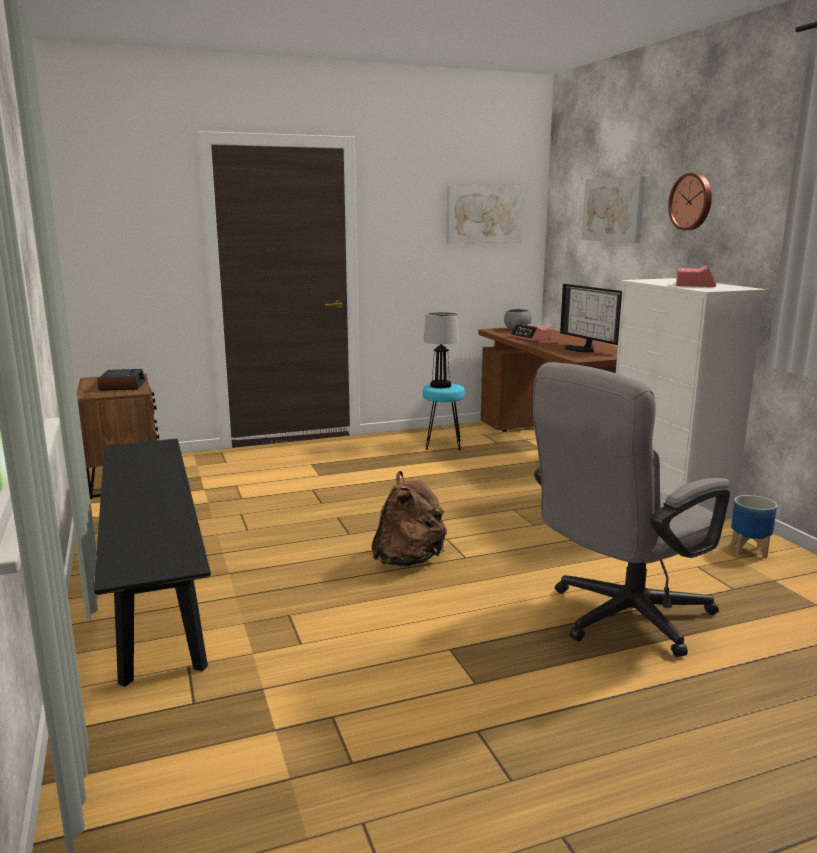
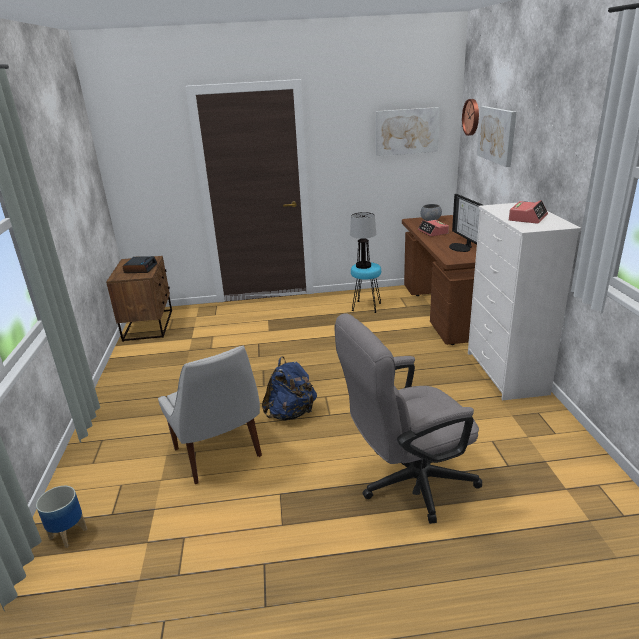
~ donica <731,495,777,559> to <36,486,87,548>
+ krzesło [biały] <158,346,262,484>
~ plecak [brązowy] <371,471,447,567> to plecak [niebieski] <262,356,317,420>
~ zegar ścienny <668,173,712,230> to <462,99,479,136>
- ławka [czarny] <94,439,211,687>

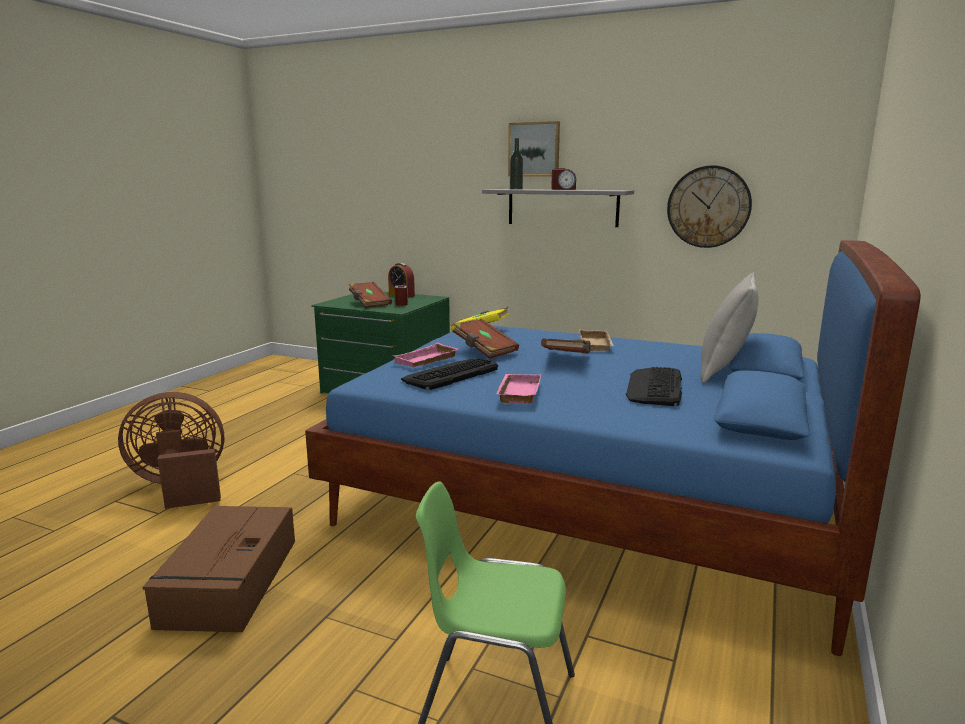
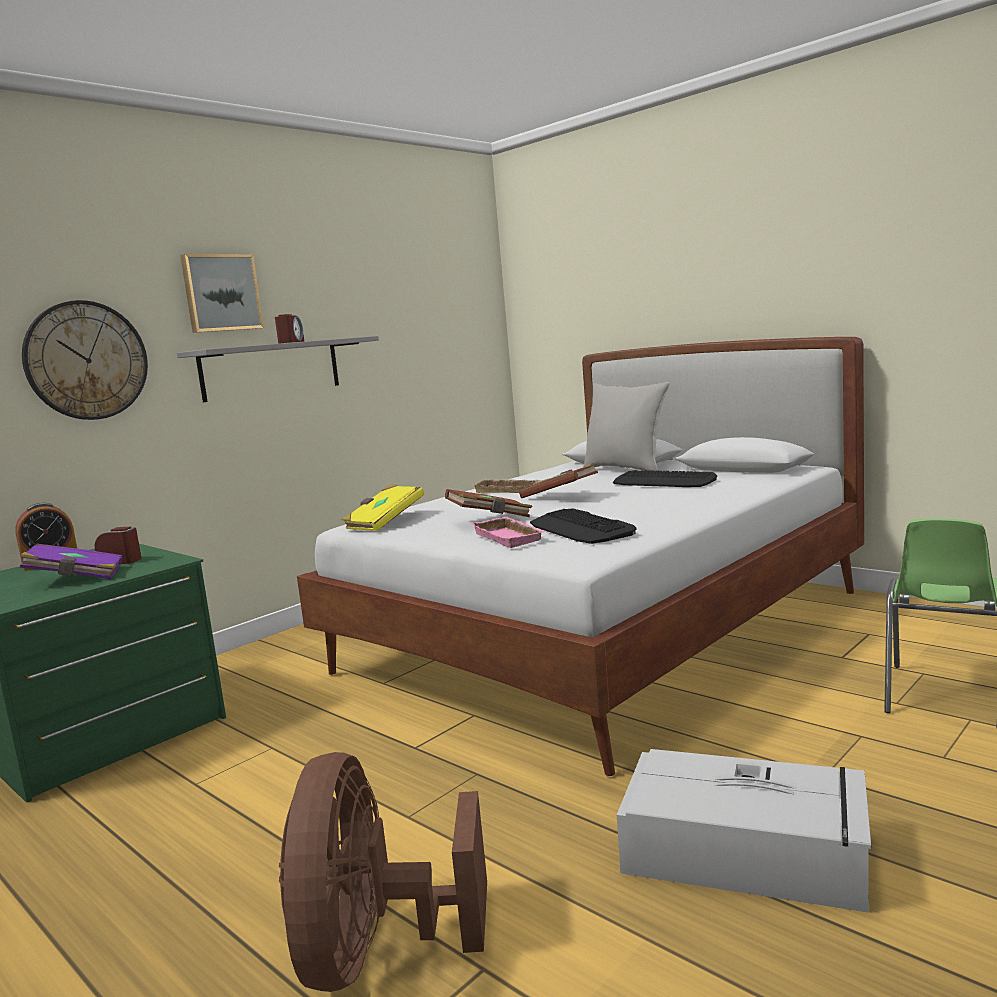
~ książka [brązowy] <349,282,392,308> to książka [fioletowy] <20,544,122,580>
~ zegar ścienny <667,165,752,248> to <22,300,148,420>
~ łóżko [niebieski] <305,240,921,656> to łóżko [biały] <297,337,864,776>
~ pojemnik do przechowywania [brązowy] <142,506,295,632> to pojemnik do przechowywania [szary] <617,749,871,913>
- taca [różowy] <496,374,541,404>
- butelka <510,138,523,190>

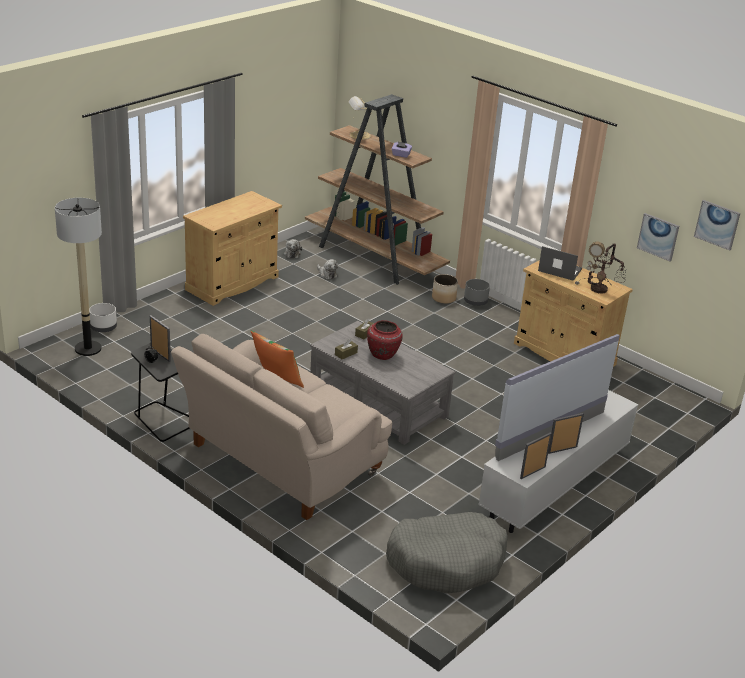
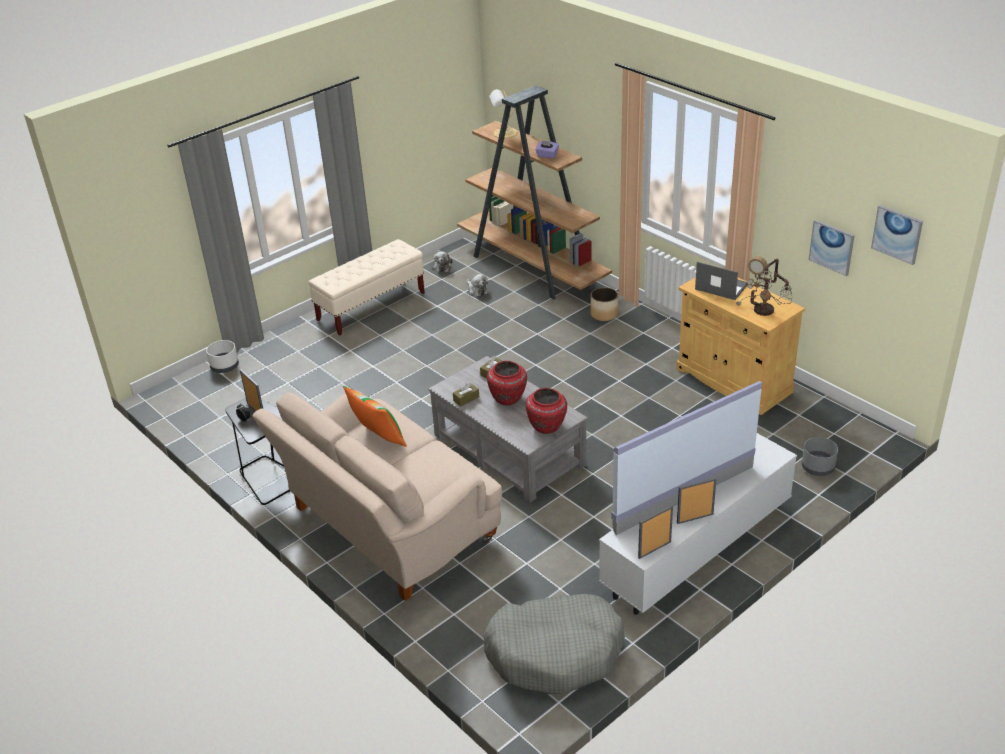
~ szafka [beżowy] <183,191,282,306> to ławka [beżowy] <309,239,425,336>
+ wazon [czerwony] <526,388,567,434>
~ donica [szary] <464,279,490,306> to <802,437,838,476>
- lampa stojąca <55,198,102,356>

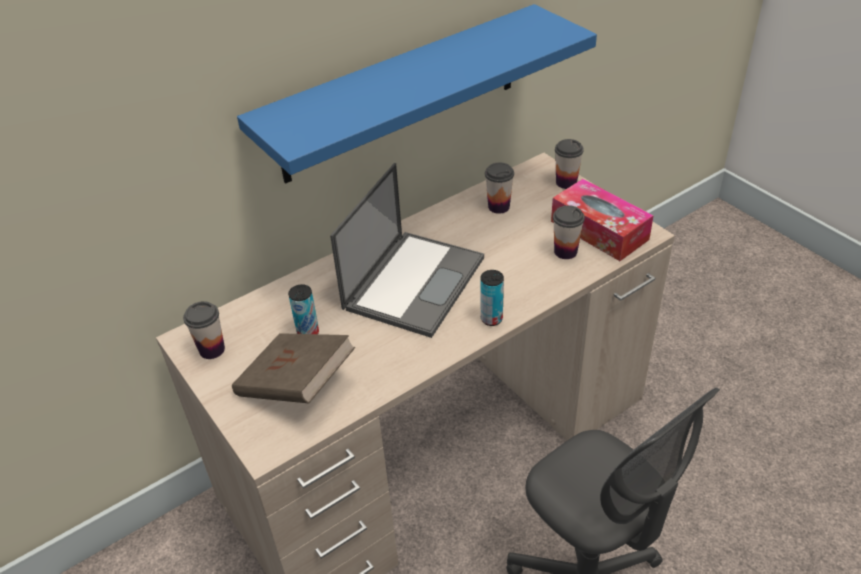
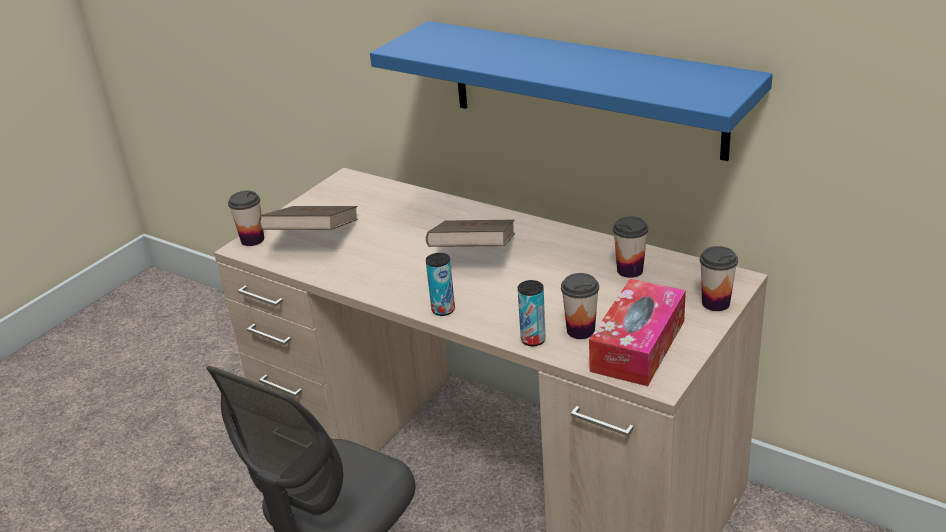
~ filiżanka <183,301,225,359> to <228,191,264,246>
~ laptop <330,163,484,338> to książka [brązowy] <426,220,515,247>
~ puszka <288,284,319,334> to <518,280,546,346>

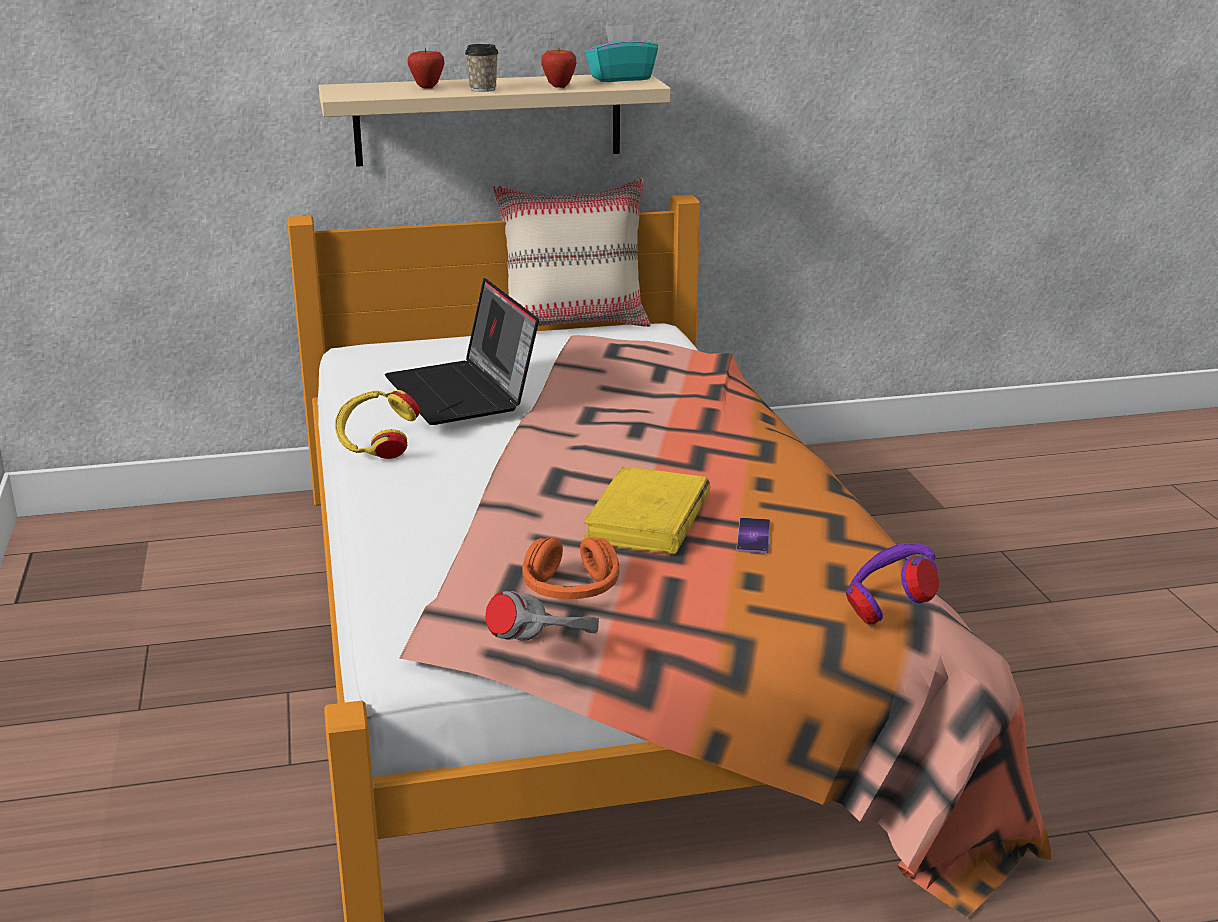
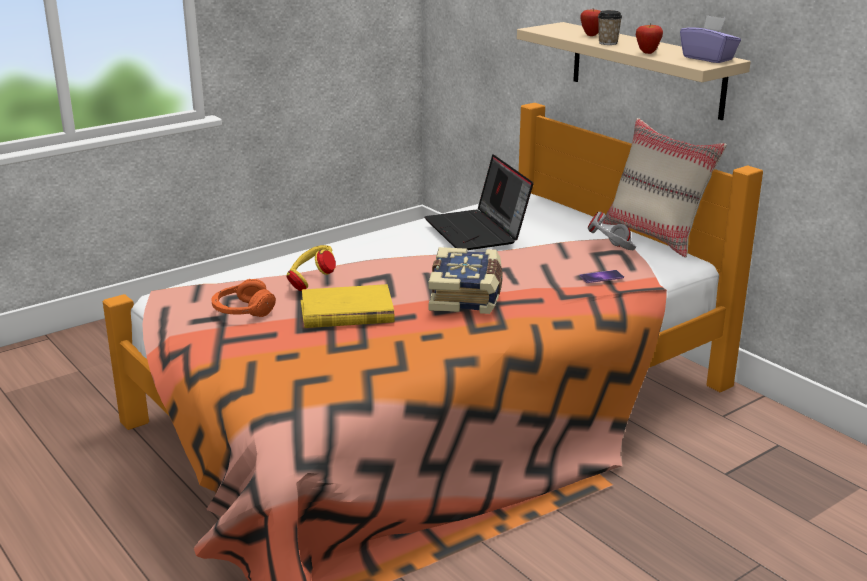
~ słuchawki [żółty] <335,390,420,459> to <286,245,336,291>
~ laptop <385,278,539,425> = <425,155,534,250> 60 degrees counterclockwise
+ książka <429,247,503,314>
~ telefon <737,518,771,553> to <579,270,624,283>
~ słuchawki [szary] <485,591,599,641> to <588,212,636,250>
~ pudełko chusteczek [turkusowy] <585,25,658,82> to pudełko chusteczek [fioletowy] <680,15,741,63>
- słuchawki [fioletowy] <846,543,939,624>

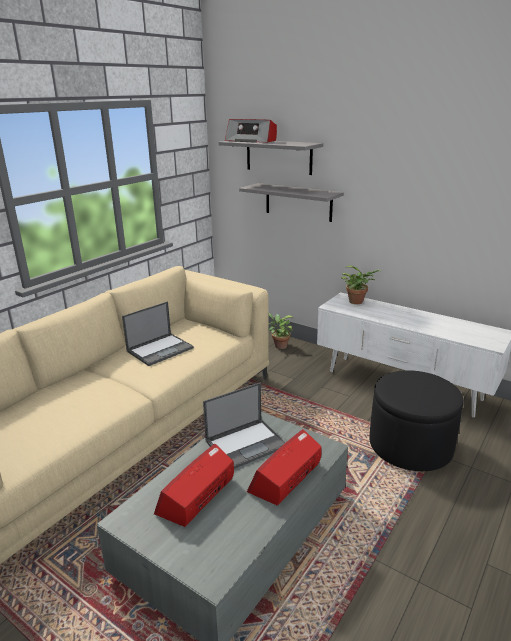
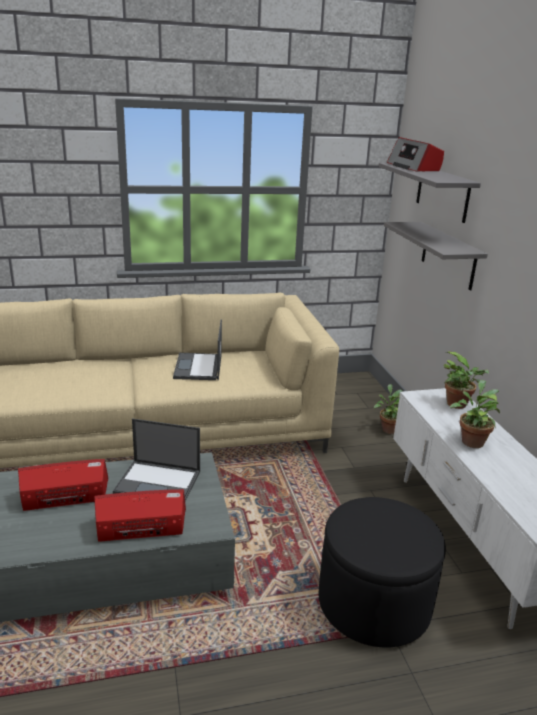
~ laptop <122,301,194,366> = <173,319,222,380> 90 degrees clockwise
+ roślina doniczkowa <450,380,500,448>

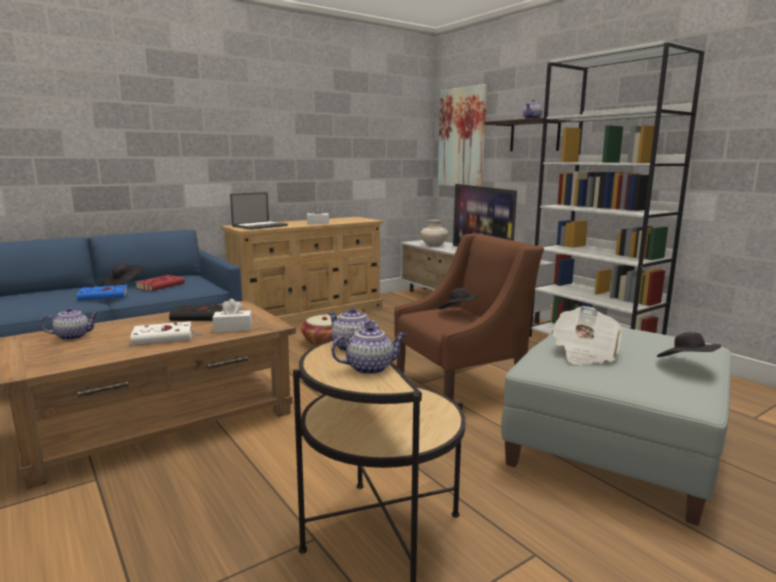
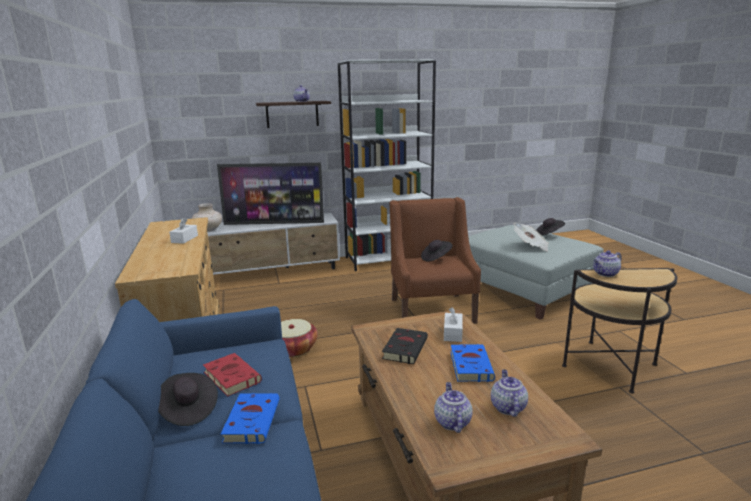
~ książka [biały] <130,321,203,345> to książka [niebieski] <451,344,495,382>
~ imbryk <331,325,407,375> to <491,369,528,417>
- laptop <230,192,288,230>
- obraz <438,84,487,187>

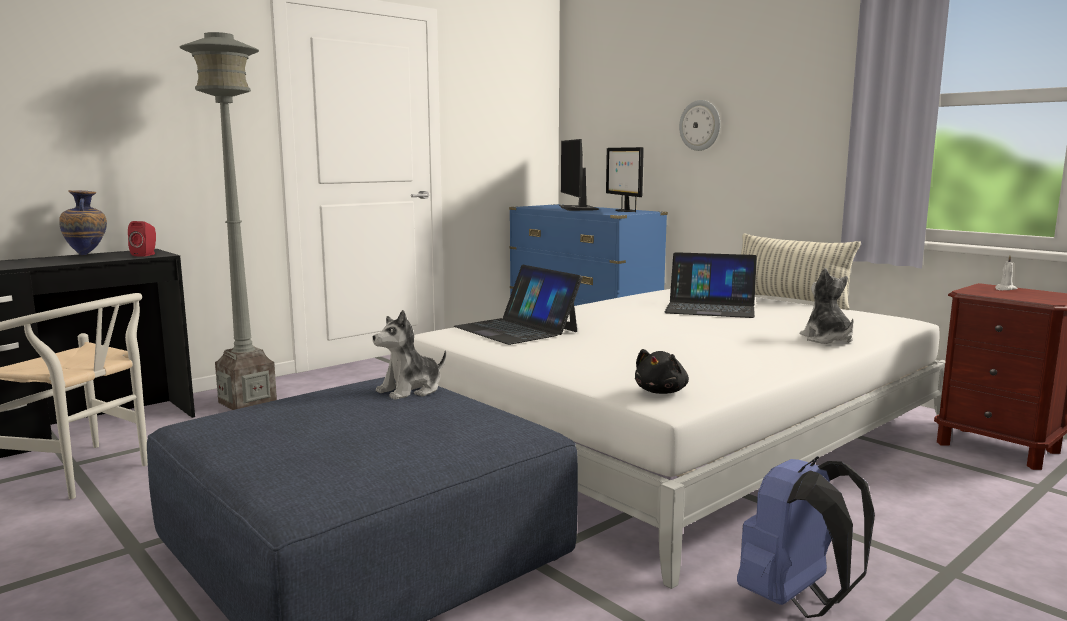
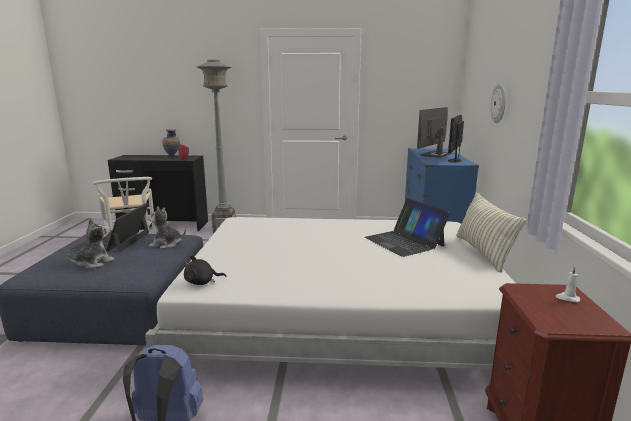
~ pluszak <800,268,853,344> to <68,218,115,269>
~ laptop <454,265,582,345> to <70,203,149,252>

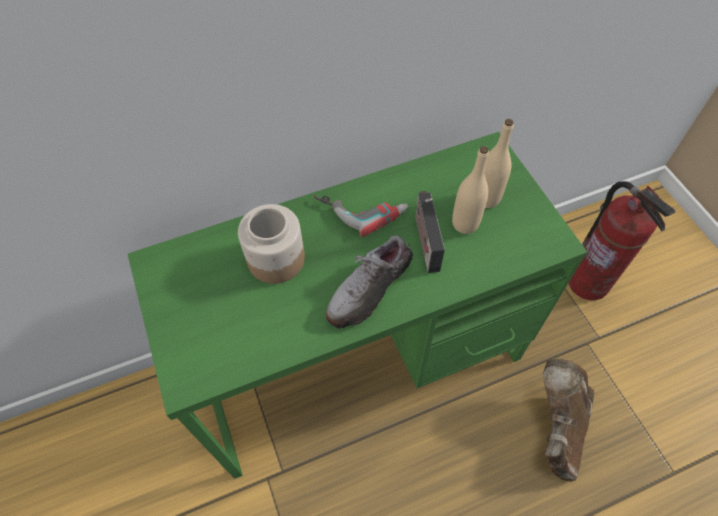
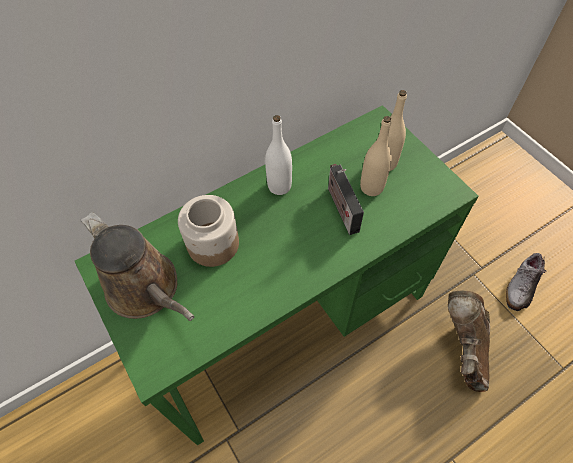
+ konewka [brązowy] <80,212,194,321>
~ wiertarka <314,195,408,237> to butelka [biały] <265,115,292,195>
~ but <326,235,413,329> to <506,253,550,311>
- gaśnica <568,181,676,300>

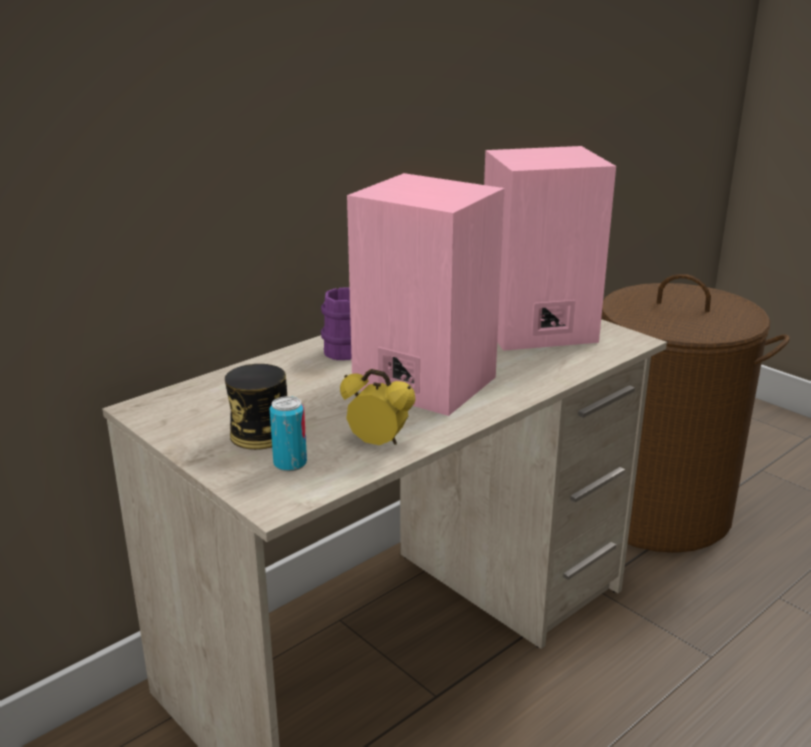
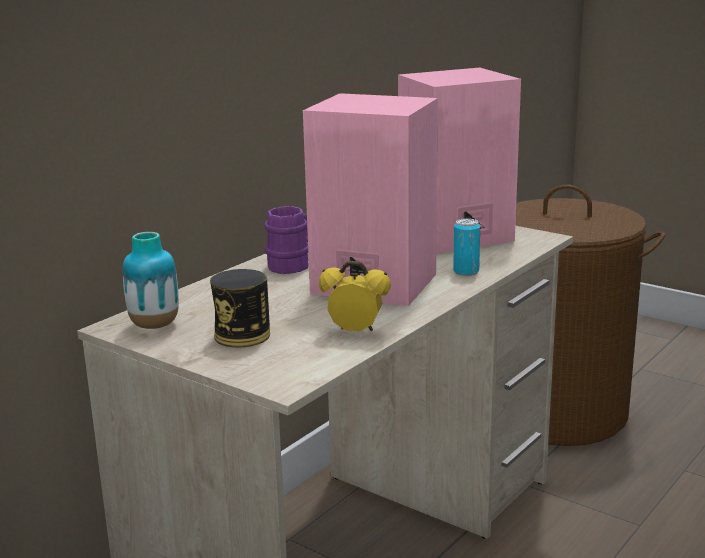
+ wazon <123,232,179,329>
~ puszka <269,396,307,472> to <453,218,480,276>

